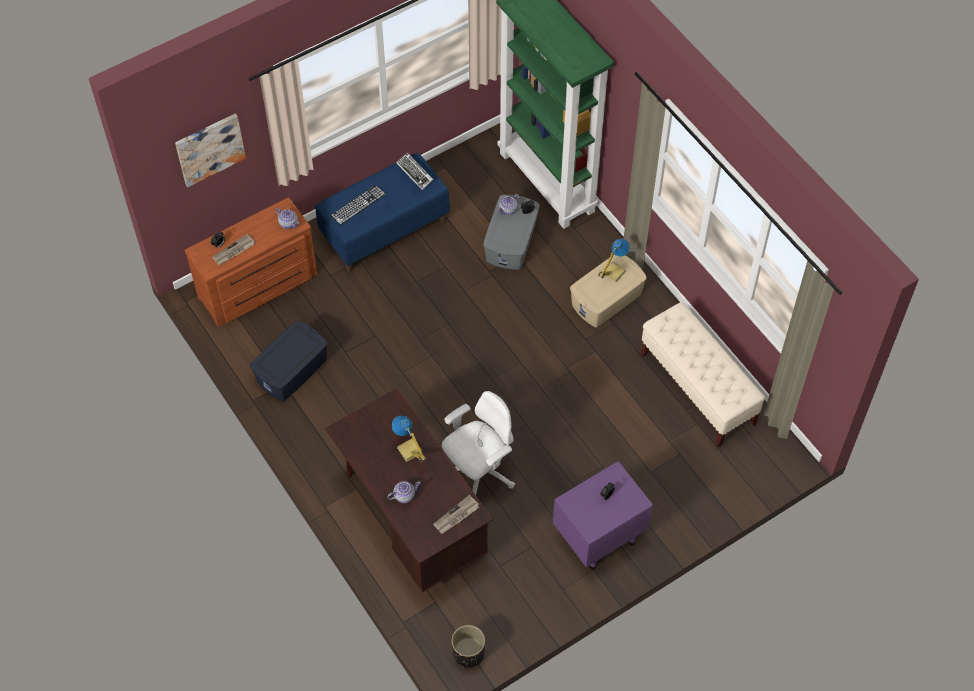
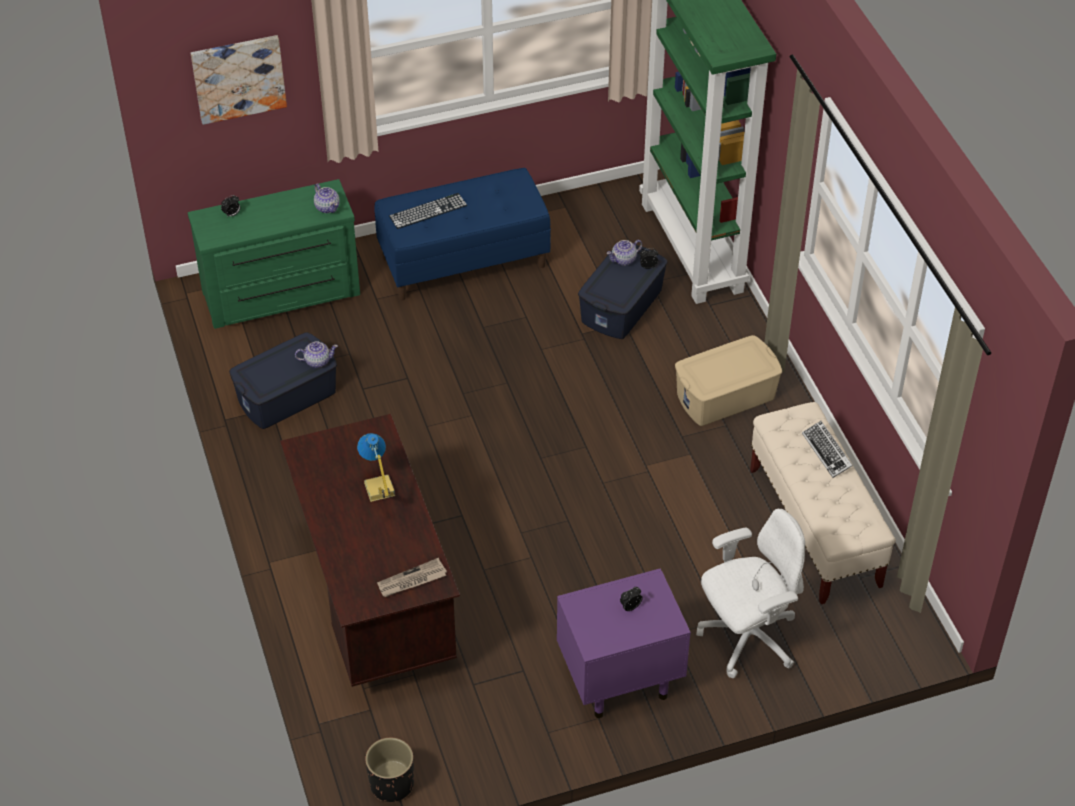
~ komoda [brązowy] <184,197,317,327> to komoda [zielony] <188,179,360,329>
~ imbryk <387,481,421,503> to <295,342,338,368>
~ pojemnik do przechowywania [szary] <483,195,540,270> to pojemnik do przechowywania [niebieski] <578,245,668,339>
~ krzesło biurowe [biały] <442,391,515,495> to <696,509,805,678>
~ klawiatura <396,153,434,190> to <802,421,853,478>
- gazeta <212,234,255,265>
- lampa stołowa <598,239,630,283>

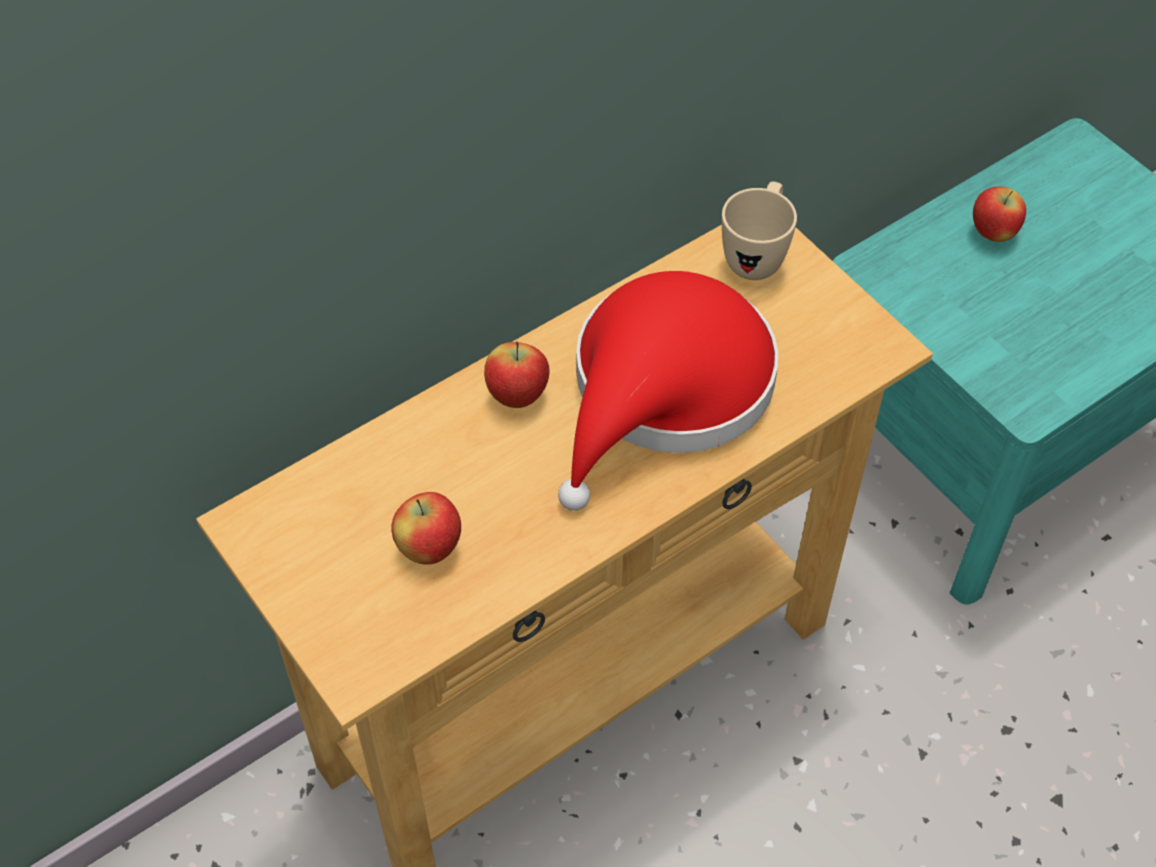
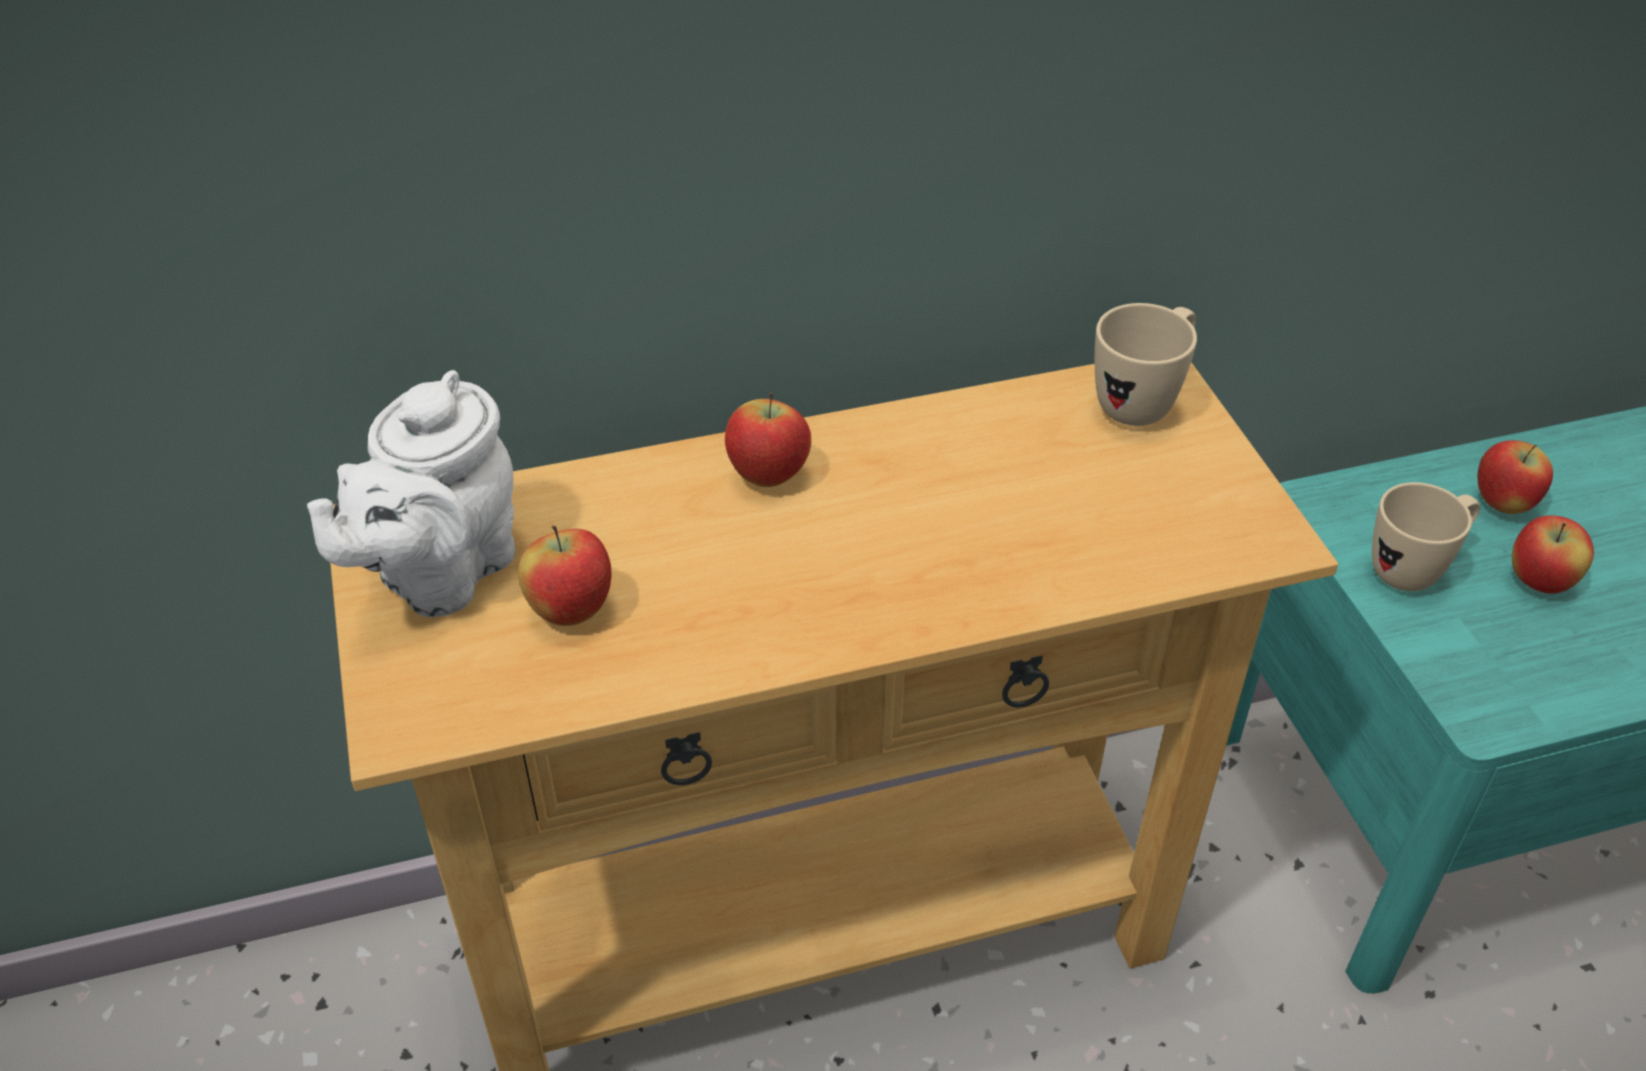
+ imbryk [biały] <307,370,515,617>
+ kubek [beżowy] <1372,482,1480,591>
+ jabłko <1512,515,1594,594>
- kapelusz [czerwony] <558,271,778,511>

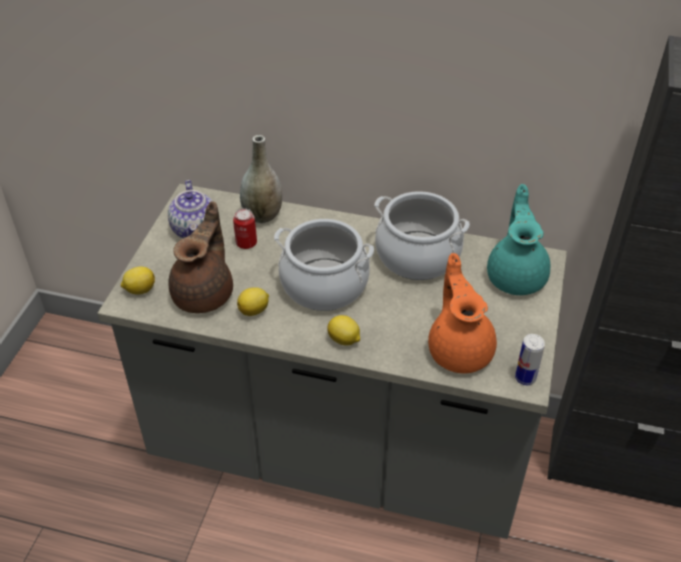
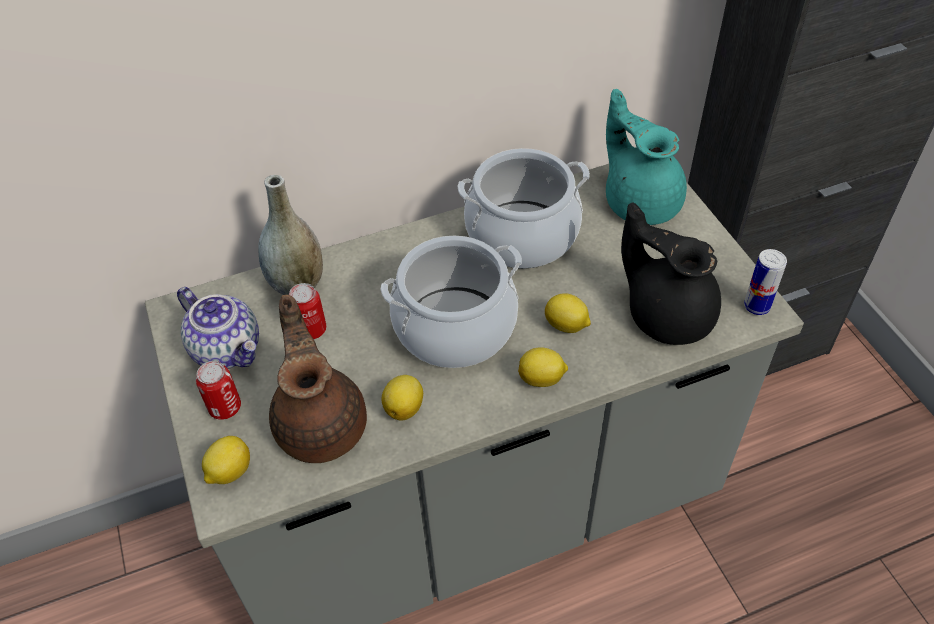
+ puszka <196,361,241,420>
+ cytryna <545,293,591,333>
~ imbryk [pomarańczowy] <428,253,497,373> to imbryk [czarny] <621,202,721,345>

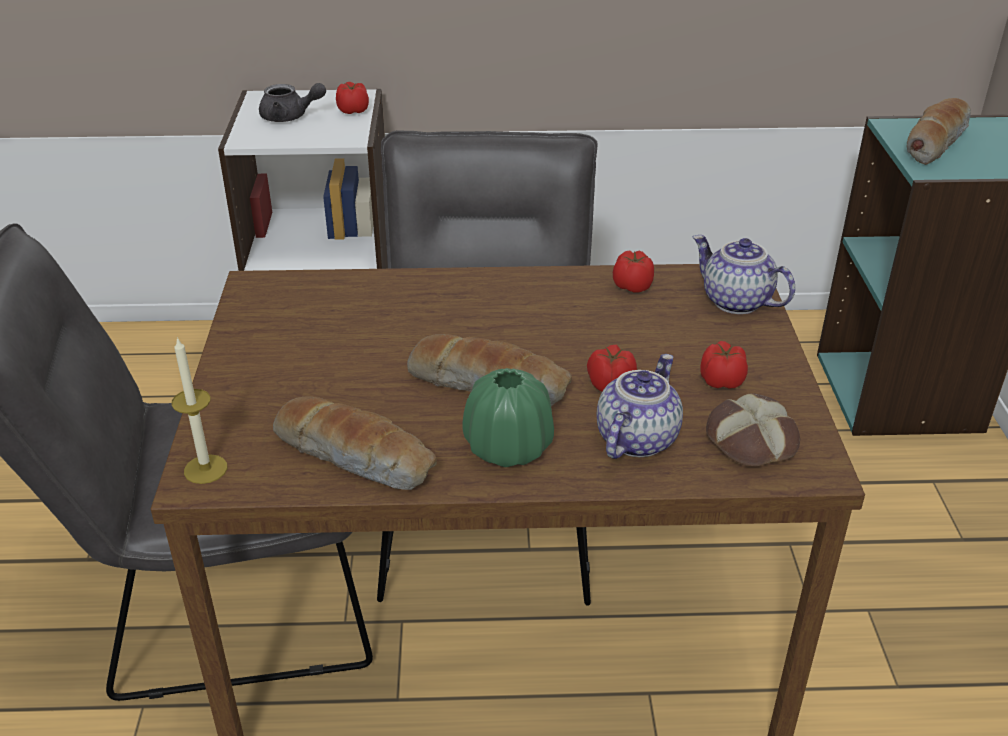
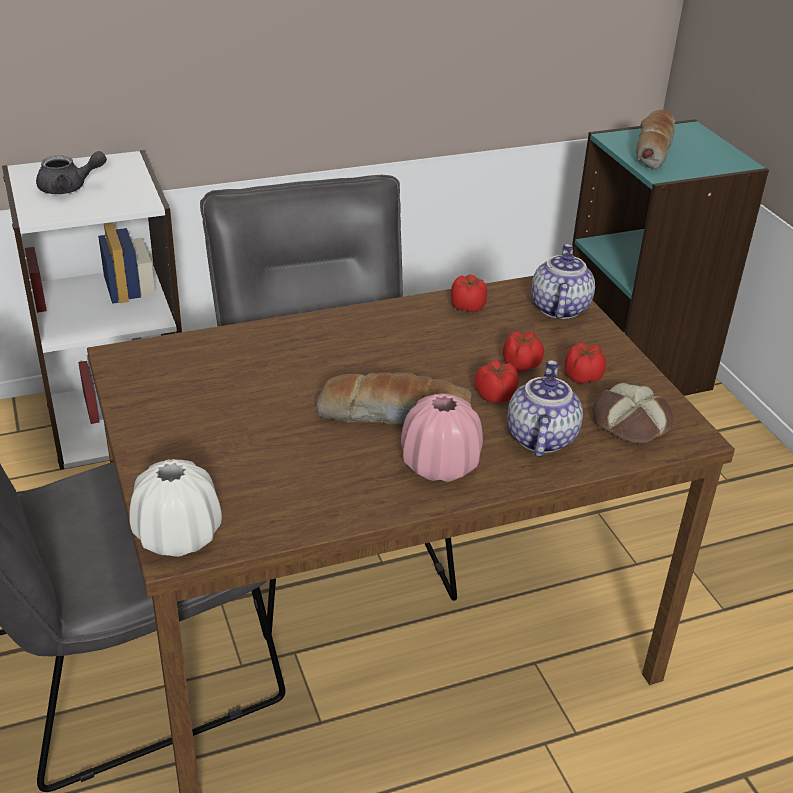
~ świeca <171,337,227,484> to wazon [biały] <129,459,222,557>
~ wazon [zielony] <462,368,554,467> to wazon [różowy] <401,393,483,482>
~ pomidor <336,82,369,114> to <503,331,544,371>
~ imbryk <693,235,795,314> = <531,244,595,319> 75 degrees clockwise
- chleb <273,396,437,490>

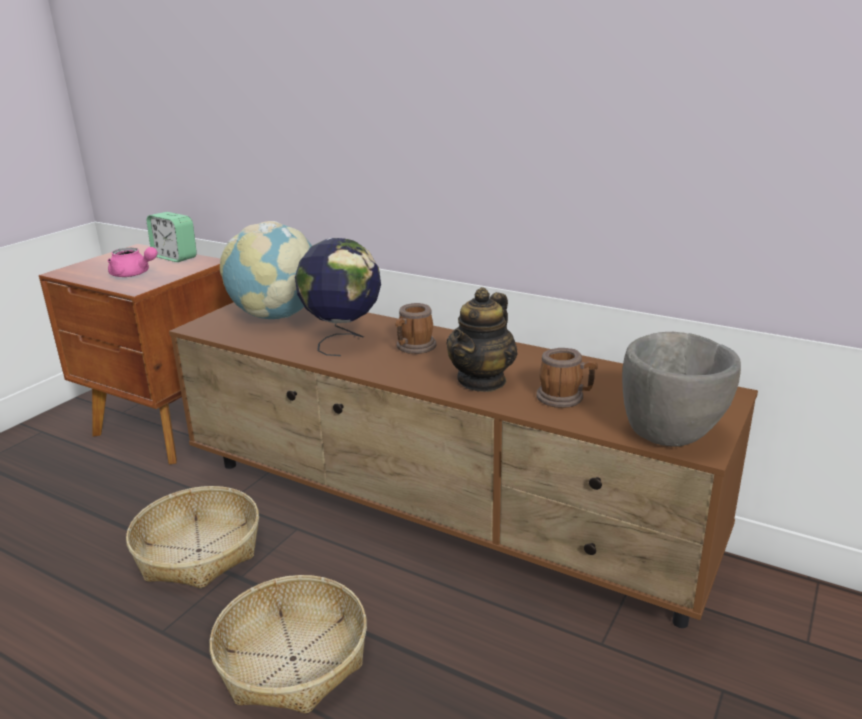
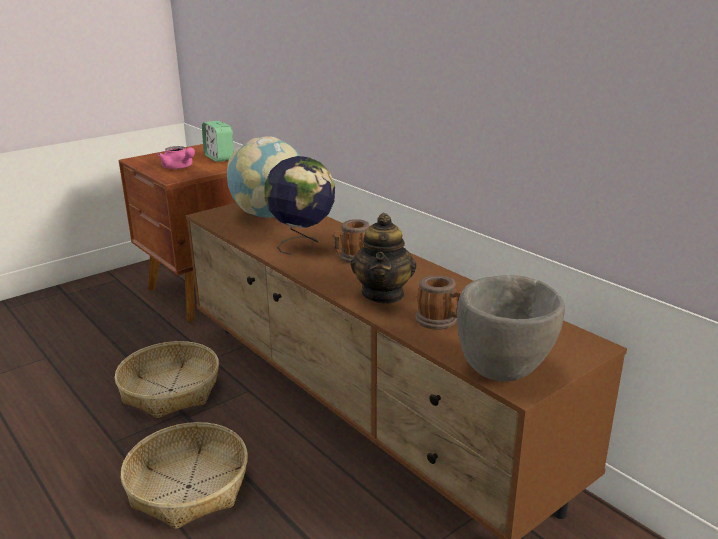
~ imbryk <446,287,518,392> = <350,213,416,304> 45 degrees counterclockwise

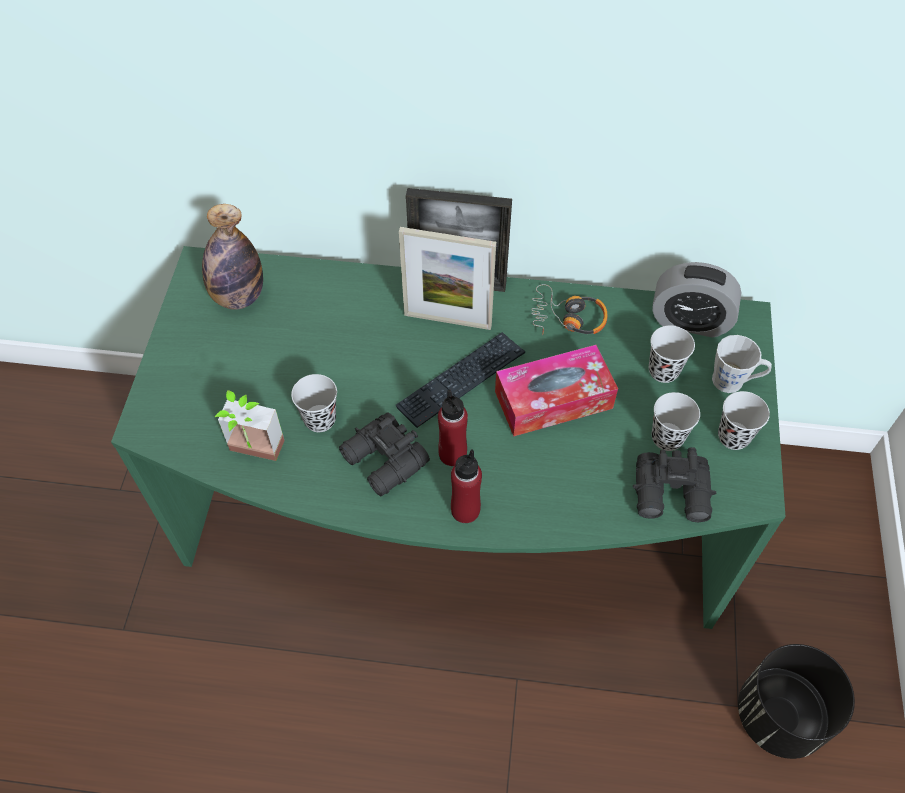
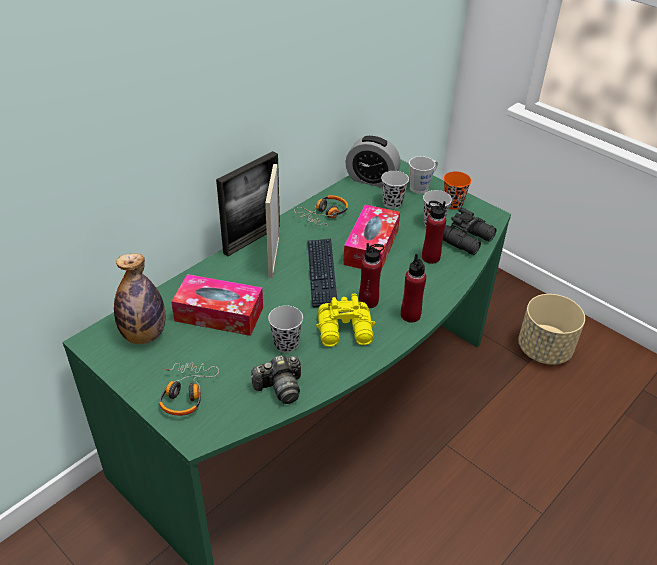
+ słuchawki <159,362,219,416>
+ pudełko chusteczek <171,274,263,336>
~ roślina doniczkowa <215,390,285,461> to aparat fotograficzny <251,355,301,404>
~ ramka na zdjęcie <399,227,496,330> = <265,164,280,278> 135 degrees clockwise
~ lornetka [czarny] <339,412,430,496> to lornetka [żółty] <316,293,375,347>
~ budzik <652,262,742,337> = <345,135,401,188> 60 degrees clockwise
+ butelka [czerwony] <422,201,446,264>
~ filiżanka [czarny] <718,391,770,450> to filiżanka [pomarańczowy] <444,171,471,210>
~ donica [czarny] <738,644,855,759> to donica [beżowy] <518,294,585,365>

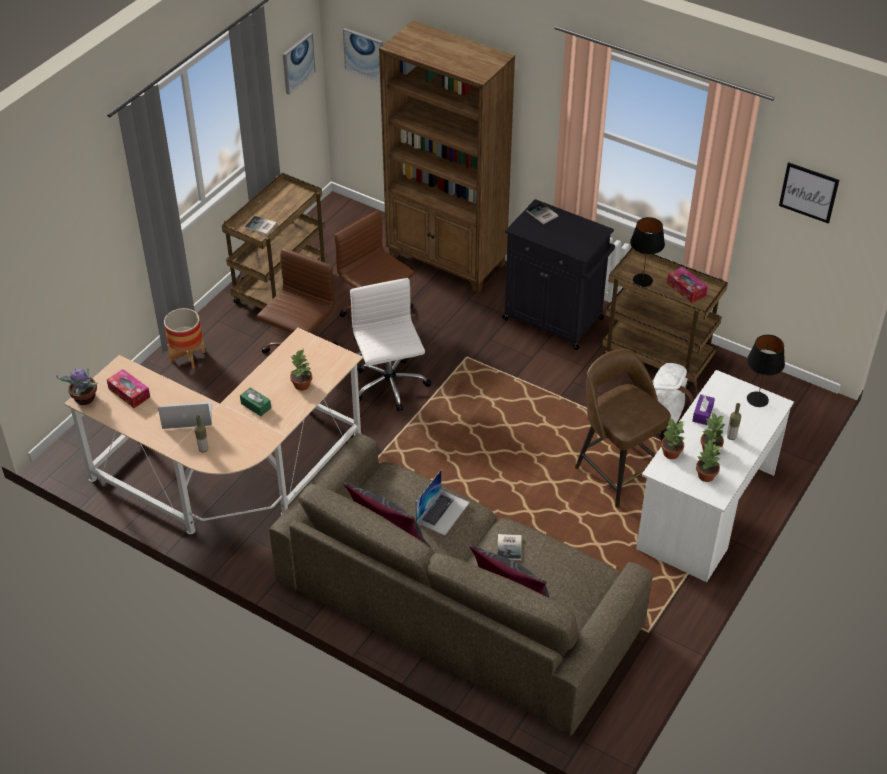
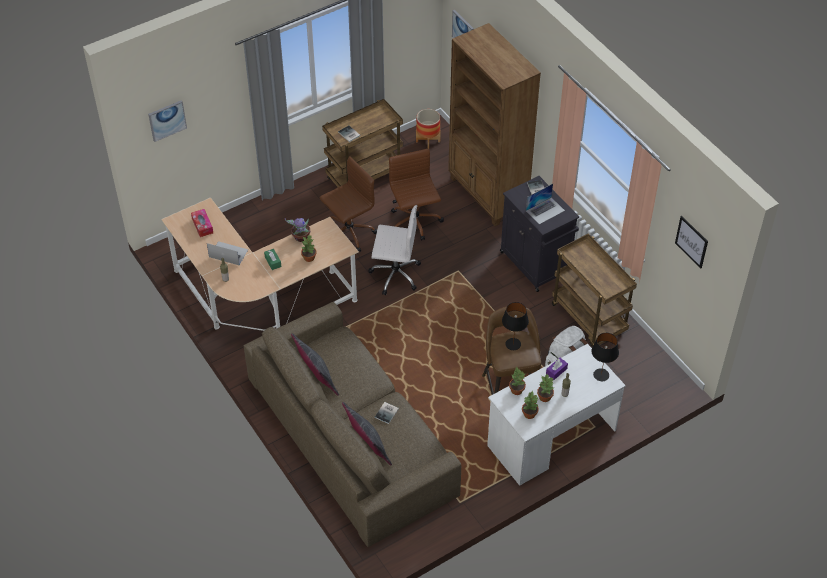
~ obraz <283,33,316,95> to <148,100,187,142>
~ roślina doniczkowa <56,368,98,405> to <285,218,310,242>
~ krzesło biurowe [biały] <350,278,431,411> = <368,205,421,295> 90 degrees clockwise
~ donica <164,308,205,369> to <416,109,441,149>
~ lampa stołowa [czarny] <630,217,665,287> to <502,302,529,350>
~ laptop <416,470,470,536> to <526,184,565,224>
- pudełko chusteczek <667,267,708,303>

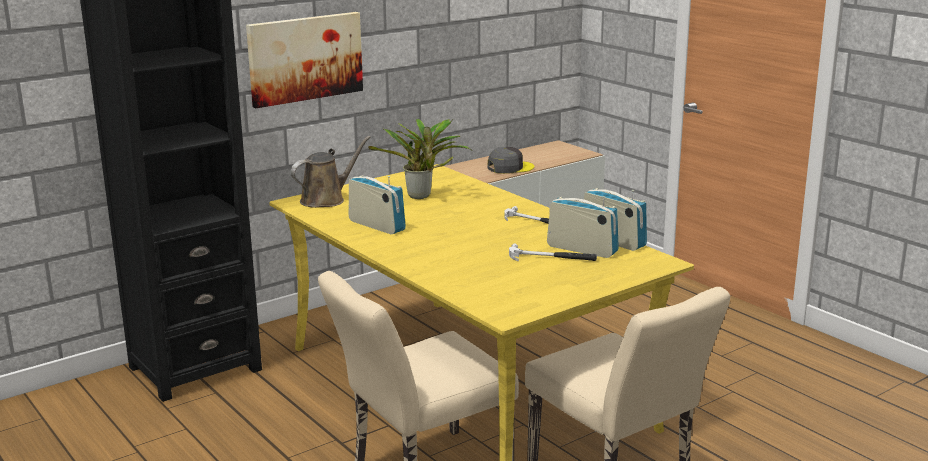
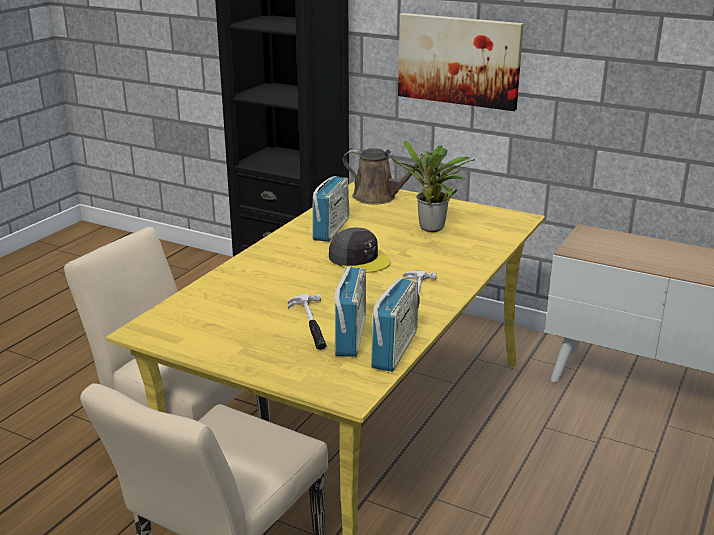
~ czapka z daszkiem [szary] <487,147,534,174> to <329,227,391,273>

